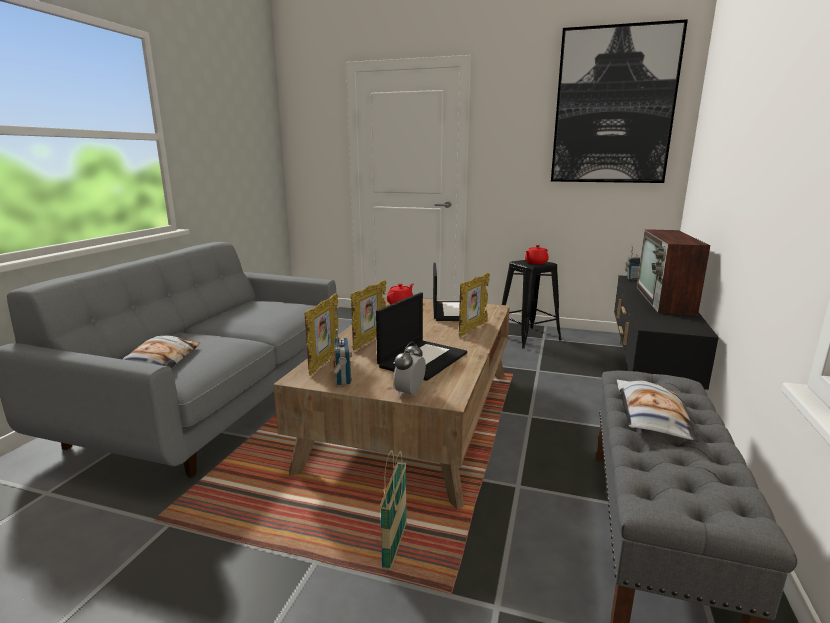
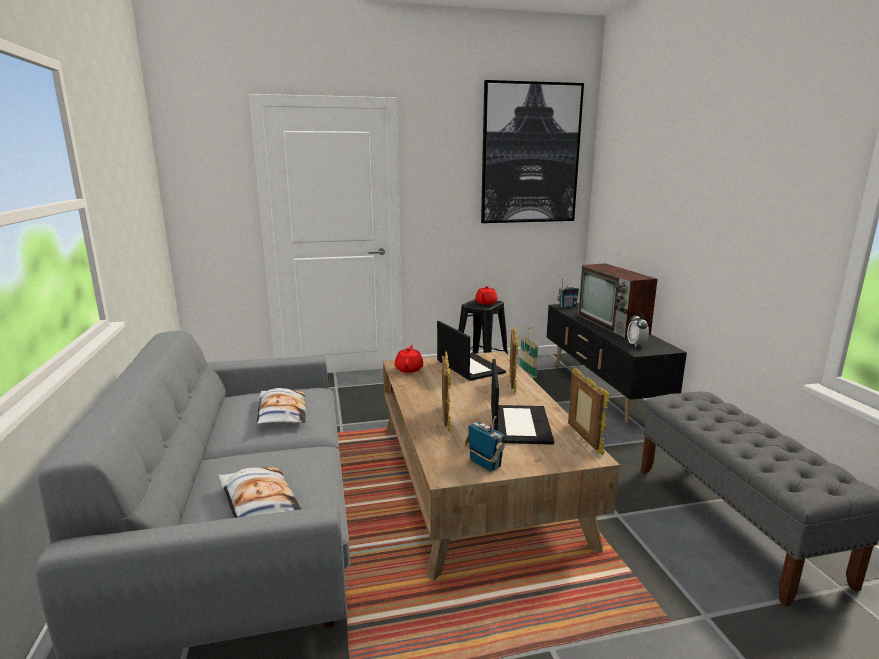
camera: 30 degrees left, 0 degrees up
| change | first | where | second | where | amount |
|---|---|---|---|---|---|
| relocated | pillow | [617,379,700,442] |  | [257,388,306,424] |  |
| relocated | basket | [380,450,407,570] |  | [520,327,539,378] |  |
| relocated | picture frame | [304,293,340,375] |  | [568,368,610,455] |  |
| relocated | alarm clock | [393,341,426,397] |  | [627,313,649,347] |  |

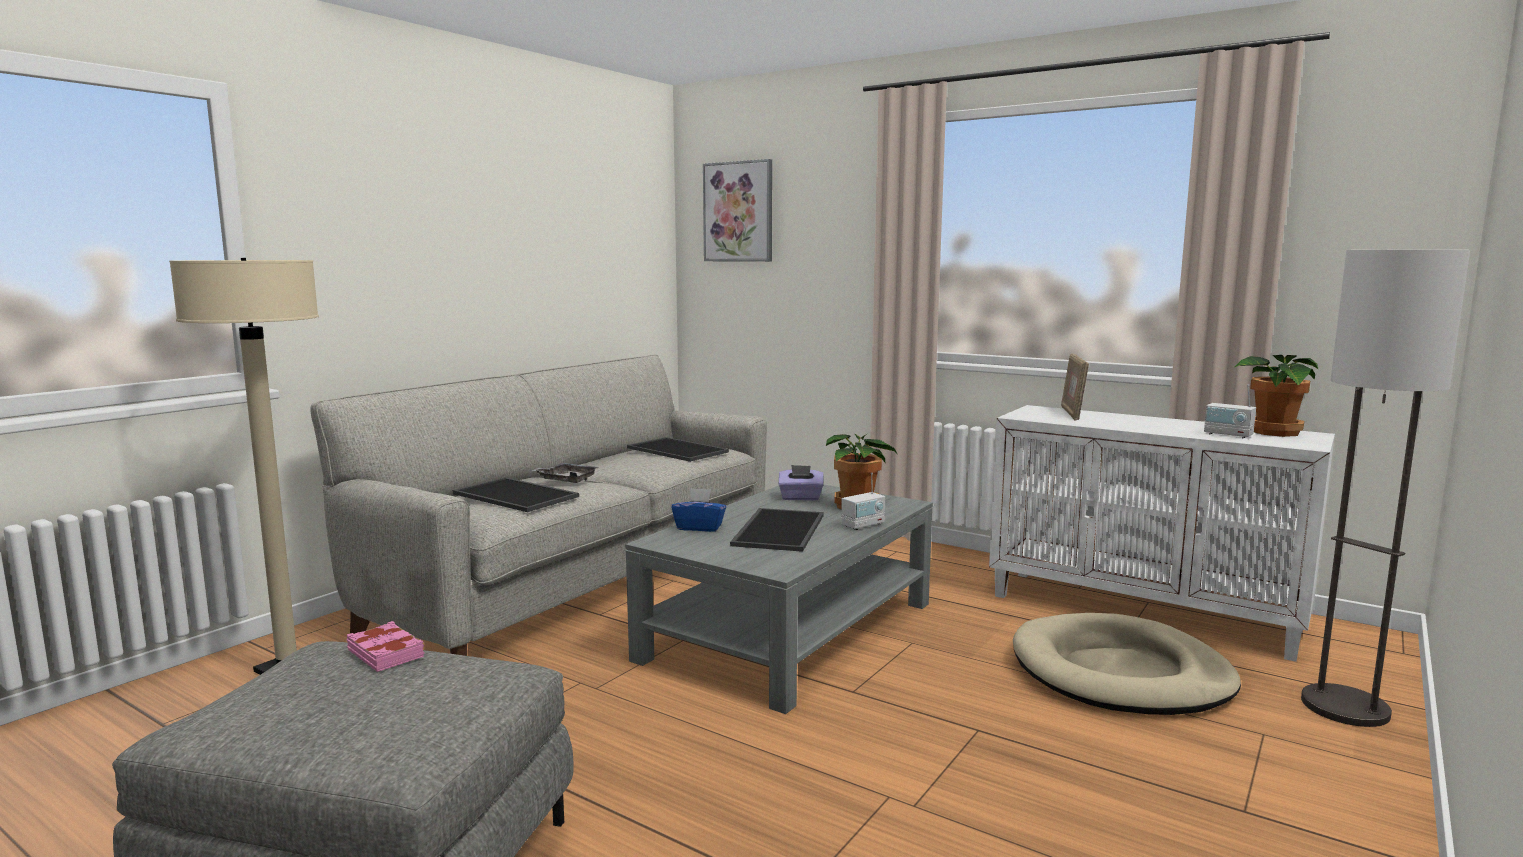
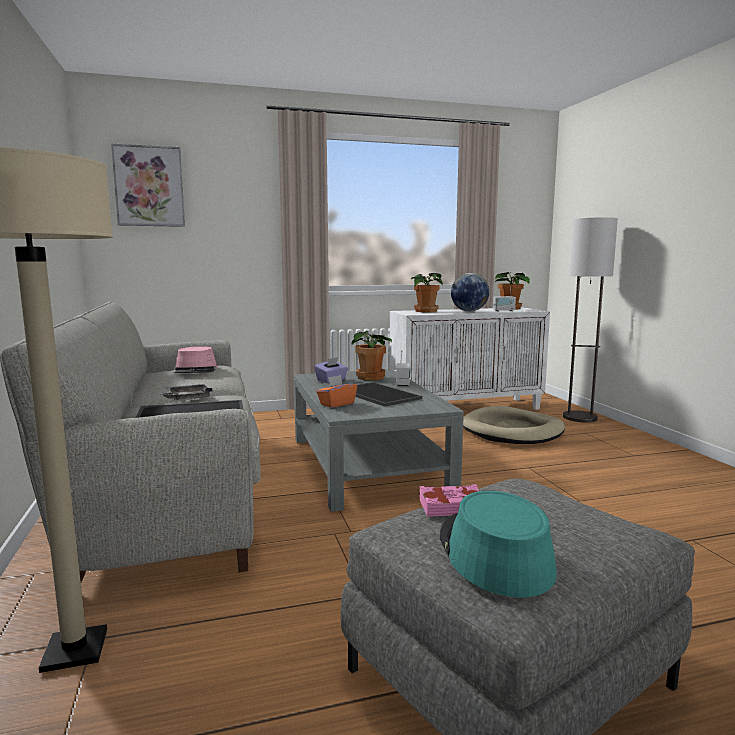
camera: 50 degrees left, 0 degrees up
| change | first | where | second | where | amount |
|---|---|---|---|---|---|
| exchanged | tray | [627,437,729,462] | pink hat | [174,346,217,373] |  |
| colour | blue tissue box | [671,488,726,532] | orange tissue box | [316,375,357,408] |  |
| exchanged | picture frame | [1061,353,1089,421] | potted plant | [411,273,443,312] |  |
| appeared |  |  | turquoise hat | [440,491,557,598] |  |
| appeared |  |  | globe | [451,273,489,312] |  |

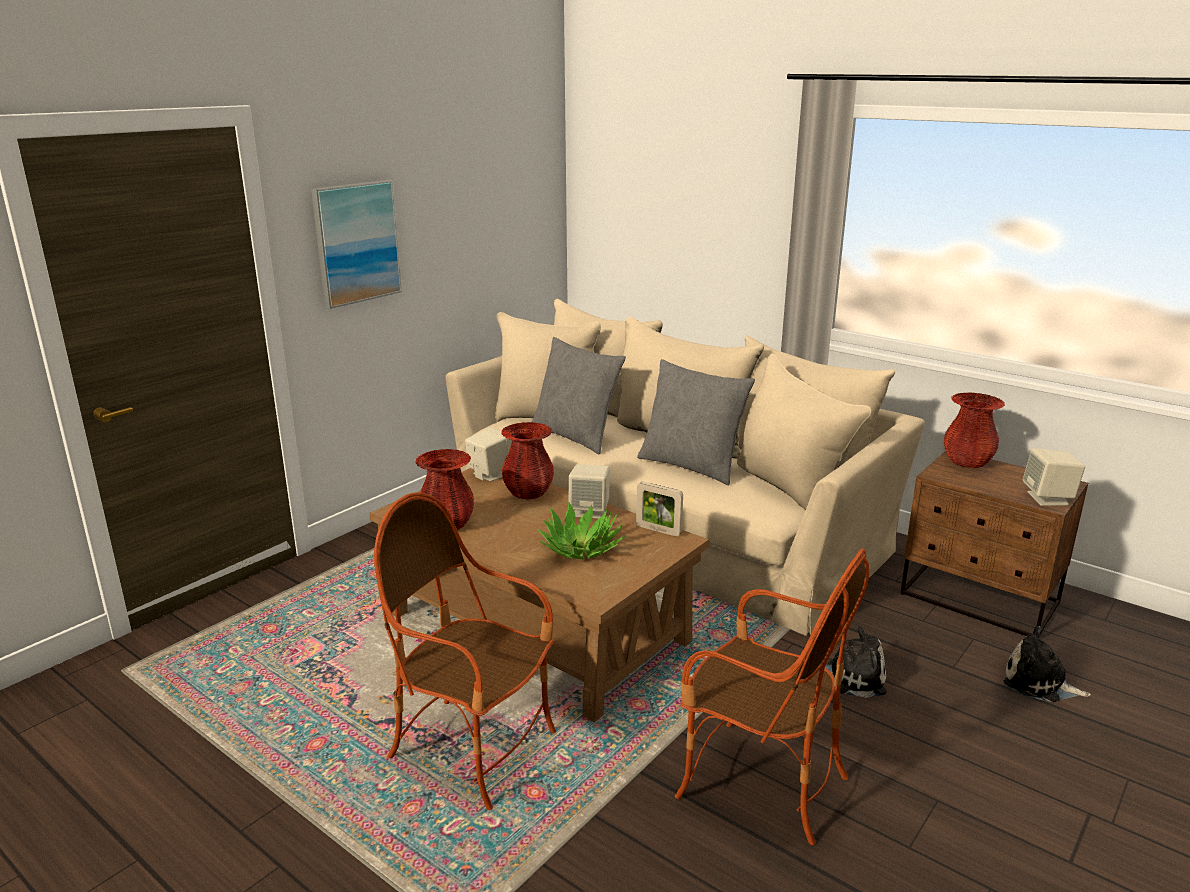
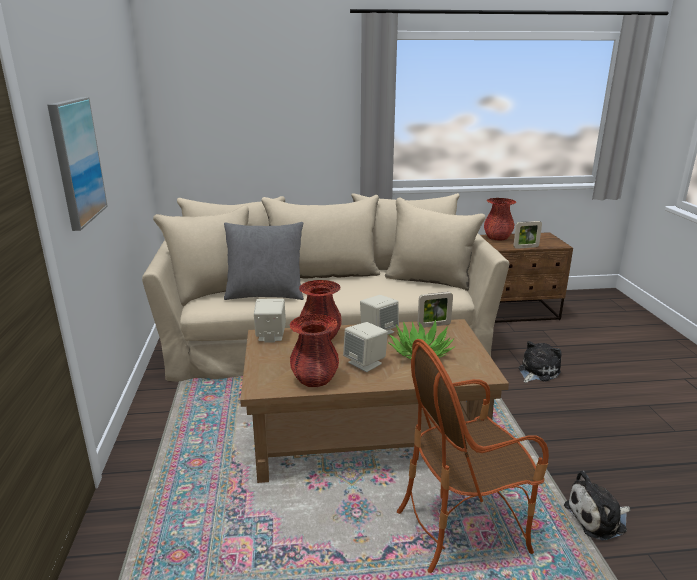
camera: 45 degrees left, 0 degrees up
| change | first | where | second | where | amount |
|---|---|---|---|---|---|
| relocated | beige speaker | [1023,448,1085,506] |  | [343,322,388,372] |  |
| appeared |  |  | picture frame | [513,221,542,249] |  |
| relocated | plush toy | [1004,626,1091,702] |  | [564,471,630,540] |  |
| missing | grey pillow | [637,359,755,485] |  |  |  |
| missing | armchair | [675,548,869,845] |  |  |  |

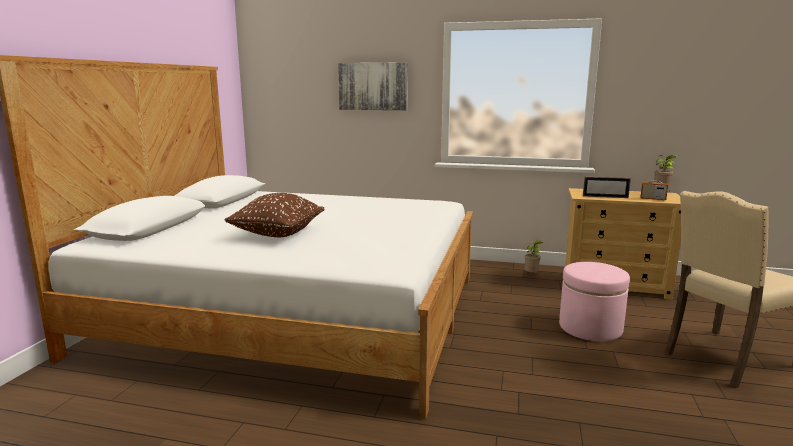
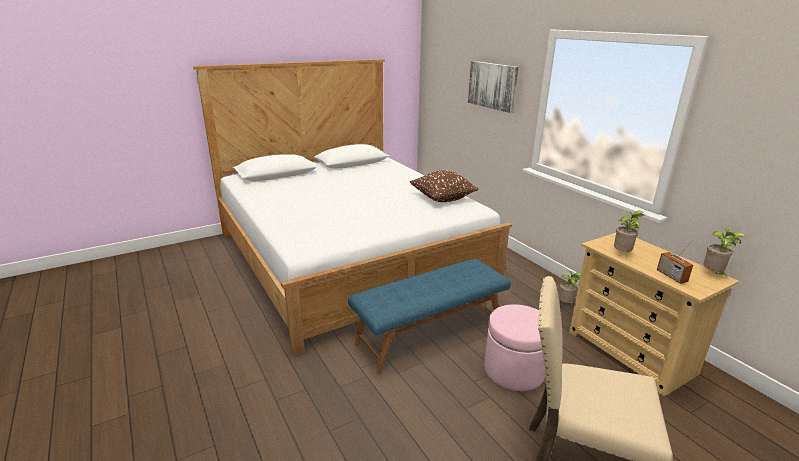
camera: 45 degrees right, 10 degrees up
| change | first | where | second | where | amount |
|---|---|---|---|---|---|
| appeared |  |  | blue bench | [348,259,511,374] |  |
| relocated | brown pillow | [224,193,325,237] |  | [410,171,478,202] |  |
| exchanged | picture frame | [583,177,631,198] | potted plant | [614,210,644,252] |  |

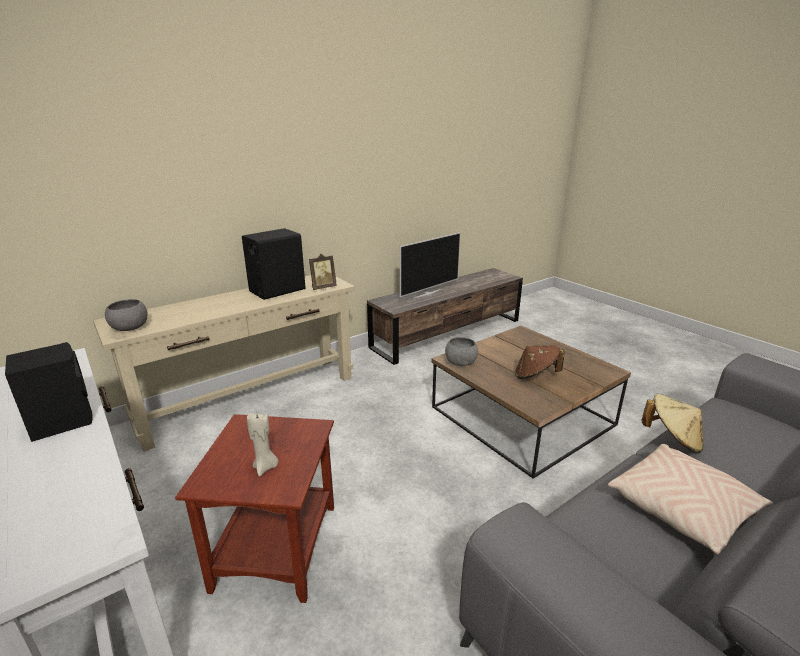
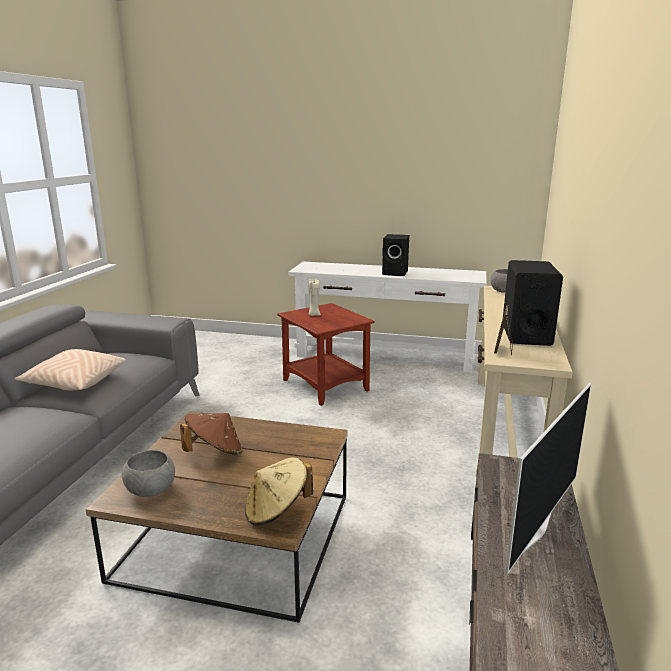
camera: 140 degrees right, 5 degrees down
| change | first | where | second | where | amount |
|---|---|---|---|---|---|
| relocated | grey bowl | [445,337,478,366] |  | [122,450,175,497] |  |
| relocated | beige hat | [641,394,703,453] |  | [245,457,313,526] |  |
| spun | television | [400,232,461,299] |  | [505,383,591,575] | 150 degrees counterclockwise |

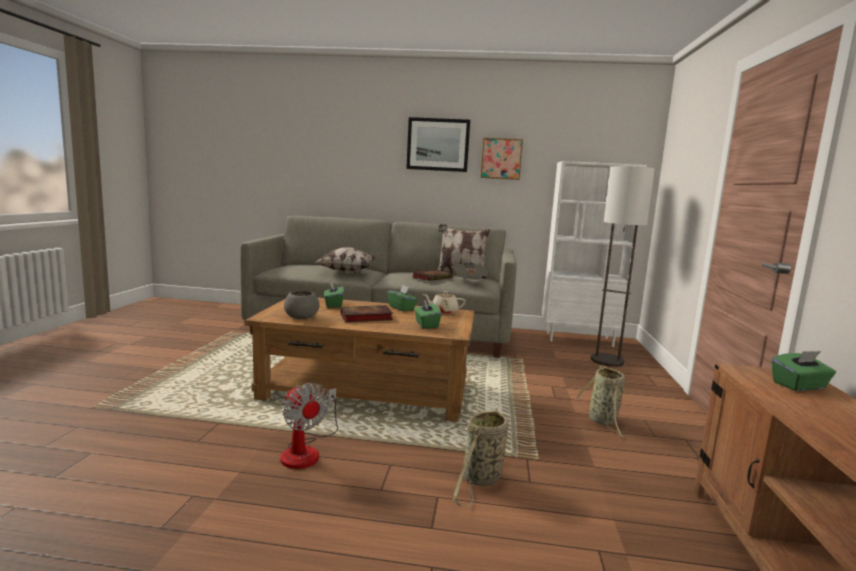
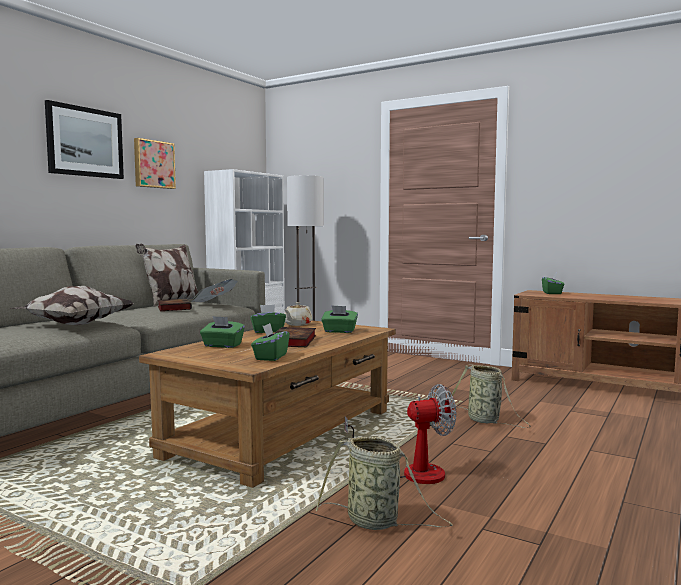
camera: 65 degrees left, 5 degrees down
| change | first | where | second | where | amount |
|---|---|---|---|---|---|
| exchanged | grey bowl | [284,291,320,319] | green tissue box | [251,323,290,361] |  |
| relocated | basket | [575,365,625,439] |  | [316,437,453,530] |  |

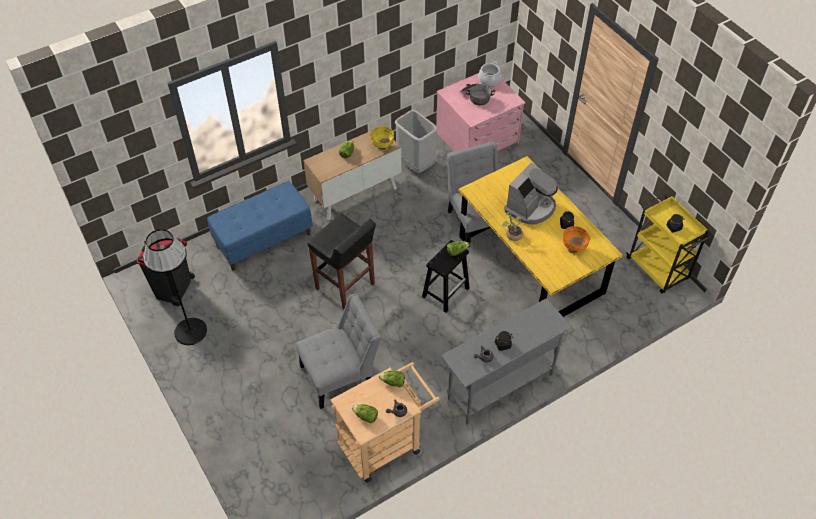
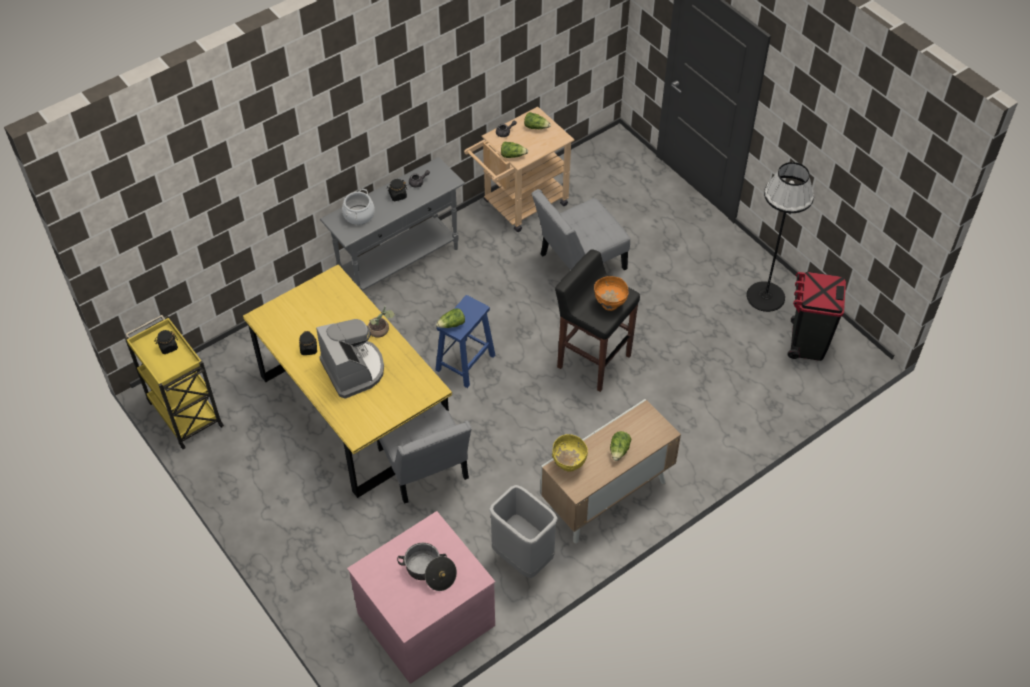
camera: 175 degrees right, 0 degrees up
| change | first | where | second | where | amount |
|---|---|---|---|---|---|
| spun | coffee machine | [504,162,558,224] |  | [316,319,384,399] | 120 degrees clockwise |
| relocated | cooking pot | [478,61,501,86] |  | [342,189,375,225] |  |
| colour | black stool | [422,240,470,313] | blue stool | [436,295,495,388] |  |
| relocated | orange bowl | [563,226,590,254] |  | [594,276,629,311] |  |
| missing | blue bench | [207,181,313,271] |  |  |  |

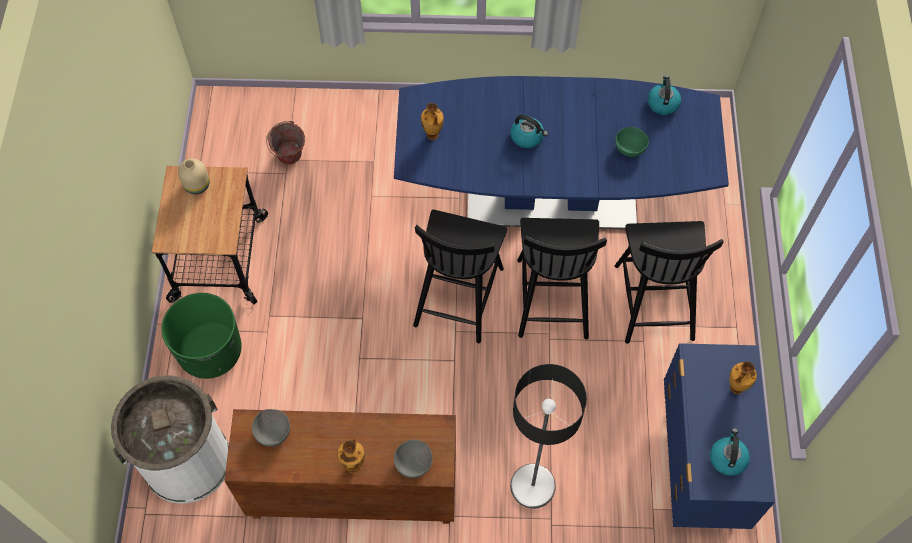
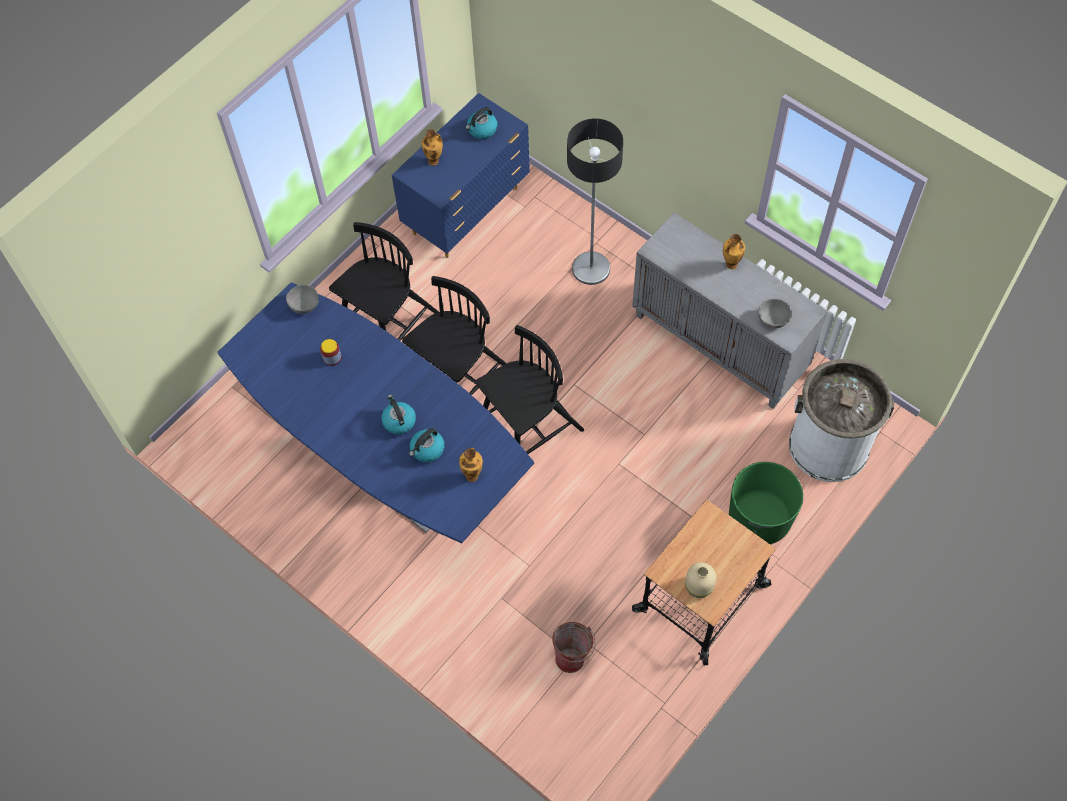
camera: 140 degrees left, 0 degrees up
| change | first | where | second | where | amount |
|---|---|---|---|---|---|
| relocated | grey bowl | [394,440,433,478] |  | [286,285,319,314] |  |
| exchanged | green bowl | [615,127,649,157] | jar | [320,339,341,365] |  |
| relocated | kettle | [647,75,681,115] |  | [409,428,445,462] |  |
| colour | brown cabinet | [224,409,456,524] | grey cabinet | [632,213,828,409] |  |

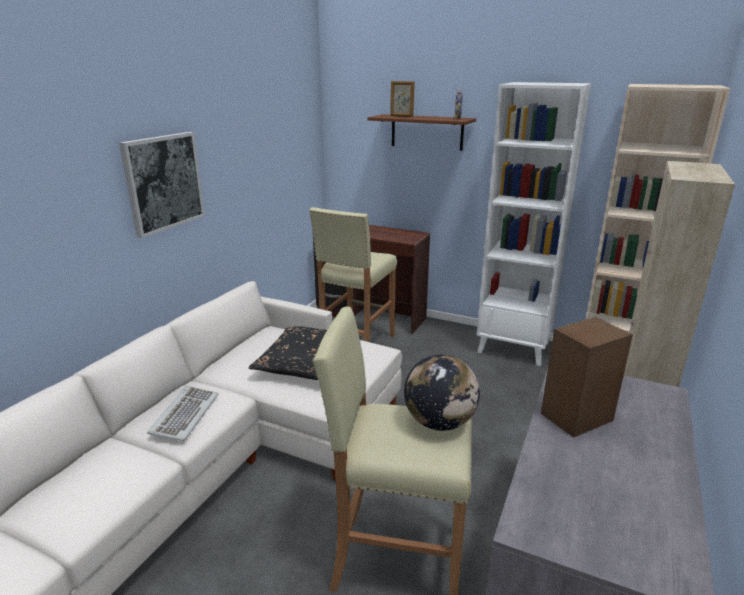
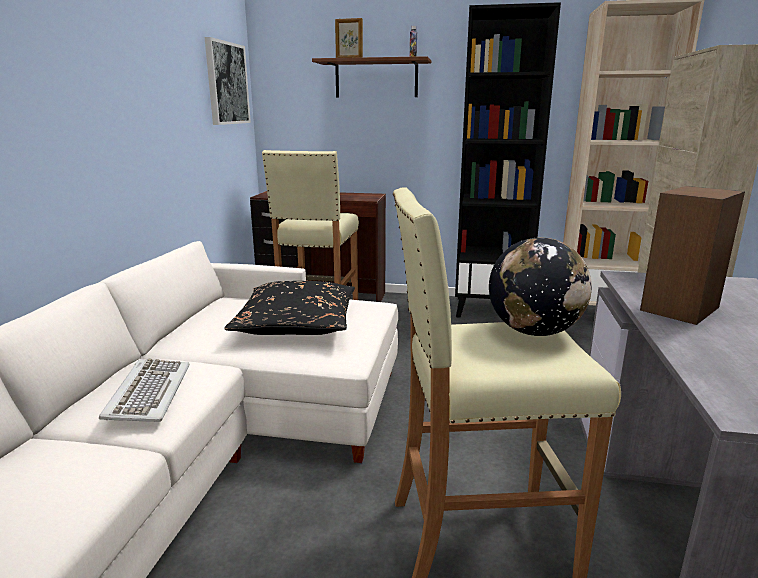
camera: 15 degrees left, 5 degrees down
| change | first | where | second | where | amount |
|---|---|---|---|---|---|
| relocated | picture | [119,132,205,238] |  | [204,37,251,125] |  |
| colour | white bookcase | [477,82,591,366] | black bookcase | [455,2,561,318] |  |

